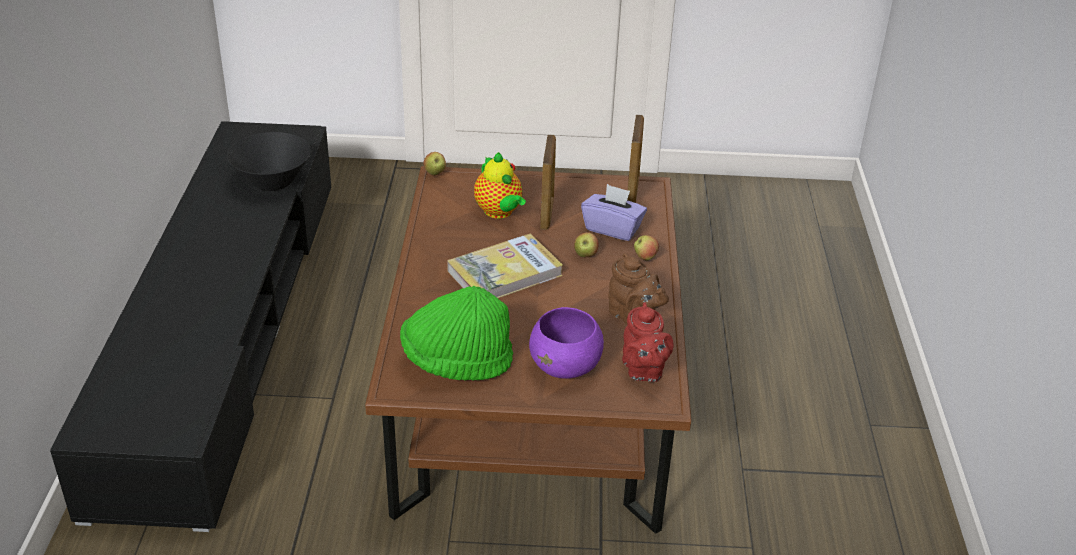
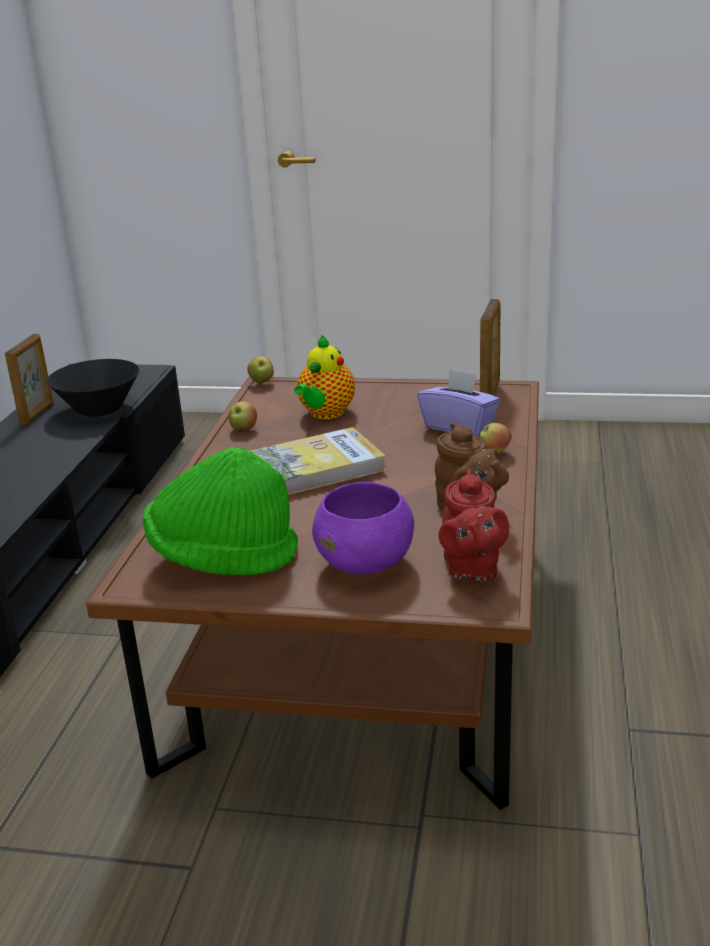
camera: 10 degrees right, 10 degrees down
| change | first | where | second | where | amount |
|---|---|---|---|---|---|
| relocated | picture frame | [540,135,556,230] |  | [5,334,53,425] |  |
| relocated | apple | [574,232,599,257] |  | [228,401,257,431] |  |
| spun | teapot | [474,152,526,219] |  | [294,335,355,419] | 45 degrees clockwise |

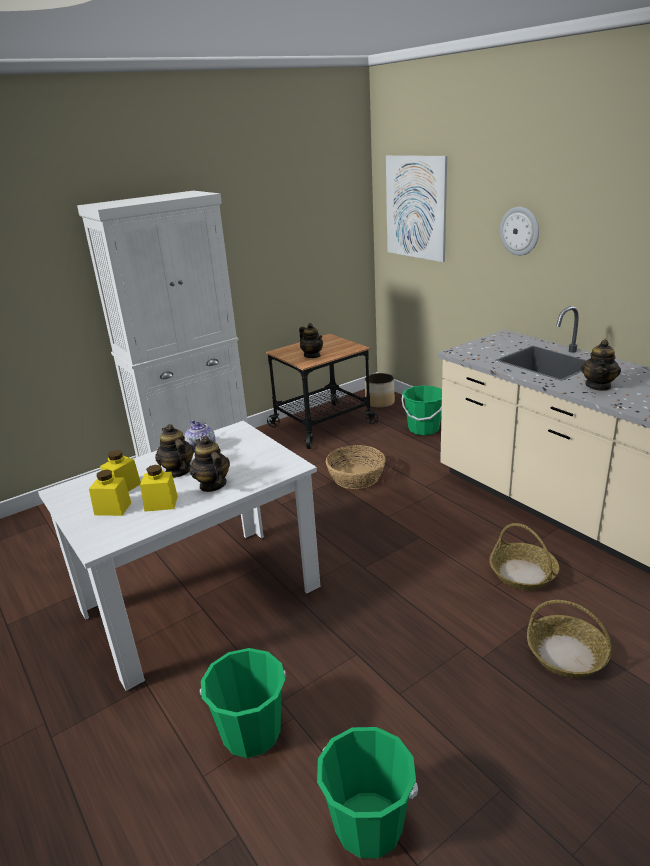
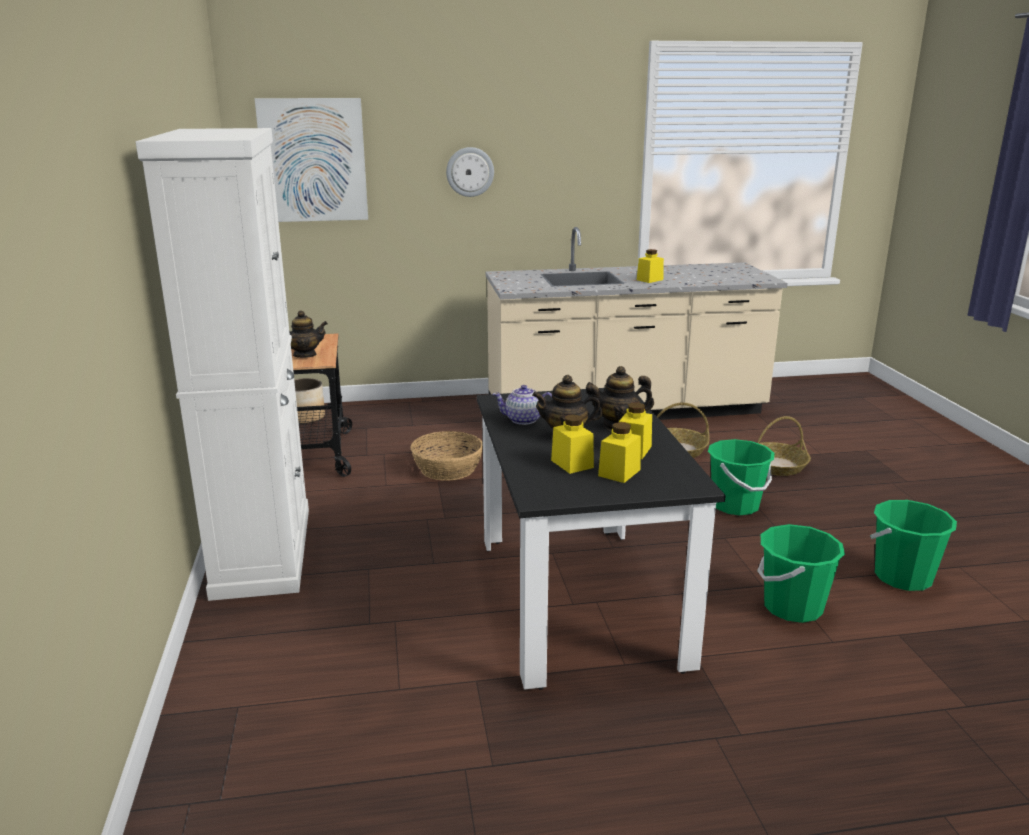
camera: 65 degrees left, 5 degrees down
| change | first | where | second | where | amount |
|---|---|---|---|---|---|
| colour | white dining table | [38,421,320,691] | black dining table | [477,388,726,690] |  |
| exchanged | teapot | [581,339,621,391] | yellow jar | [637,249,664,283] |  |
| relocated | green bucket | [401,385,442,435] |  | [708,439,775,515] |  |

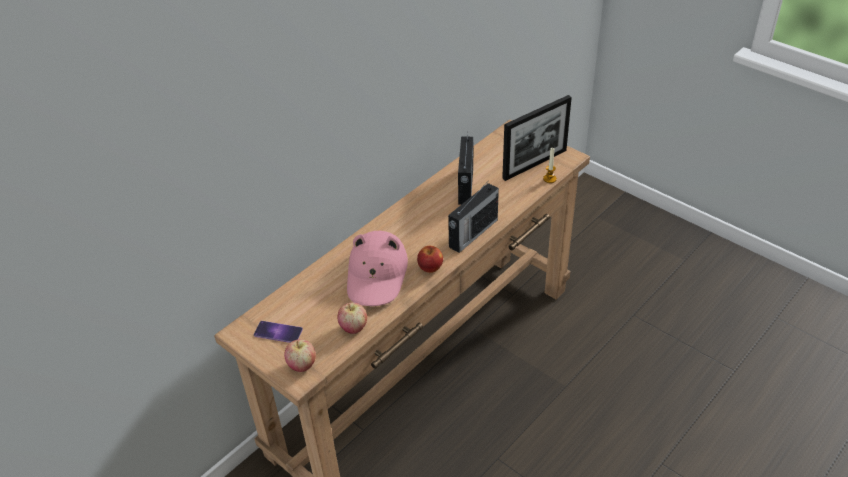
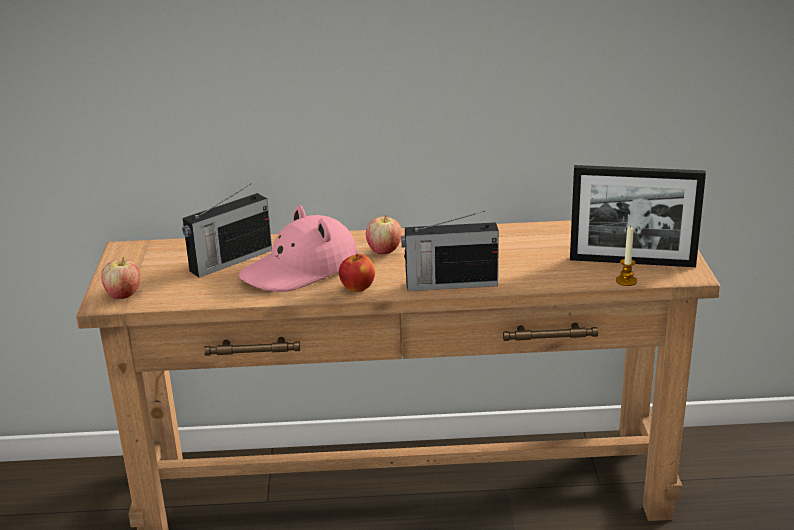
camera: 45 degrees right, 15 degrees down
| change | first | where | second | where | amount |
|---|---|---|---|---|---|
| relocated | radio | [458,132,474,205] |  | [182,184,272,278] |  |
| relocated | apple | [338,303,367,334] |  | [366,214,402,254] |  |
| missing | phone | [254,321,303,343] |  |  |  |

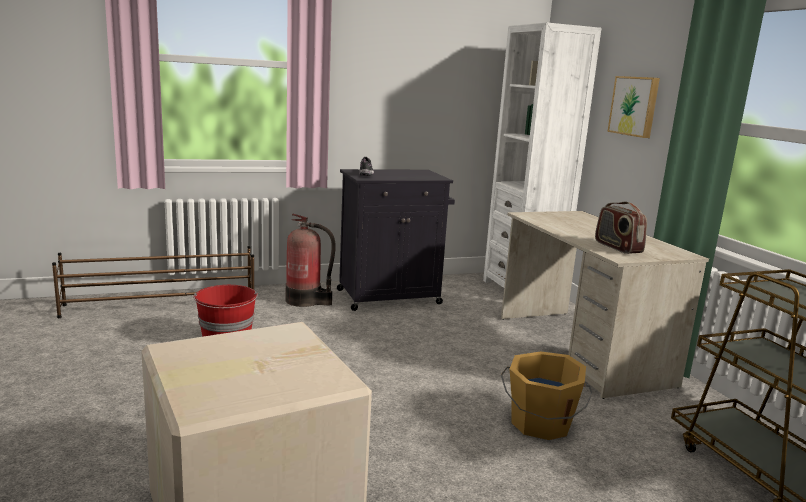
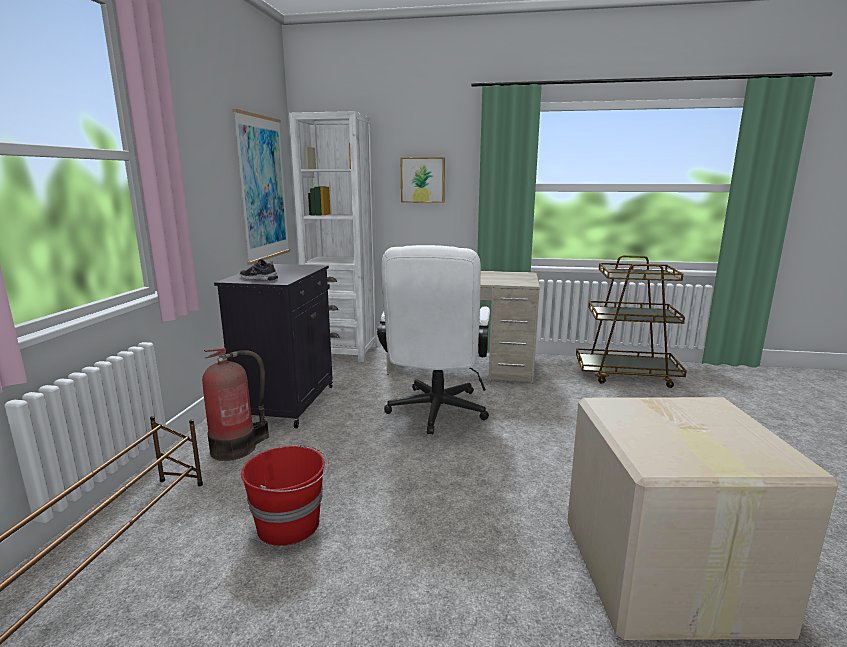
camera: 60 degrees left, 0 degrees up
| change | first | where | second | where | amount |
|---|---|---|---|---|---|
| appeared |  |  | picture | [232,109,290,265] |  |
| appeared |  |  | white office chair | [377,245,490,434] |  |
| missing | orange bucket | [501,351,593,440] |  |  |  |
| missing | radio | [595,201,647,254] |  |  |  |

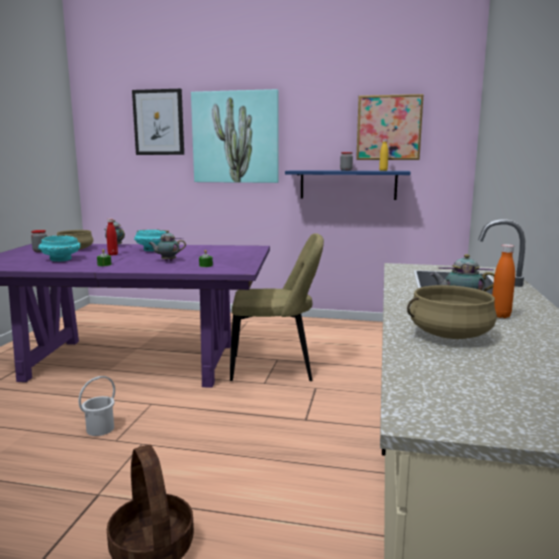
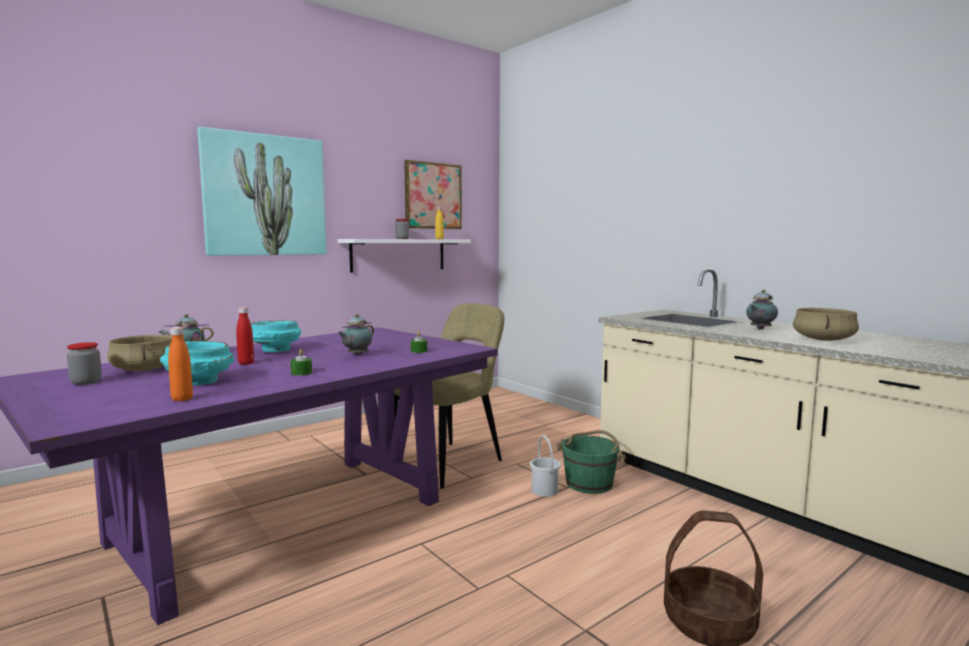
camera: 50 degrees left, 5 degrees down
| change | first | where | second | where | amount |
|---|---|---|---|---|---|
| relocated | orange bottle | [492,244,515,318] |  | [168,327,193,401] |  |
| colour | blue shelf | [285,170,410,200] | white shelf | [337,239,471,272] |  |
| relocated | white bucket | [79,376,115,436] |  | [530,435,561,497] |  |
| appeared |  |  | green bucket | [556,430,626,494] |  |
| missing | picture | [132,89,184,155] |  |  |  |

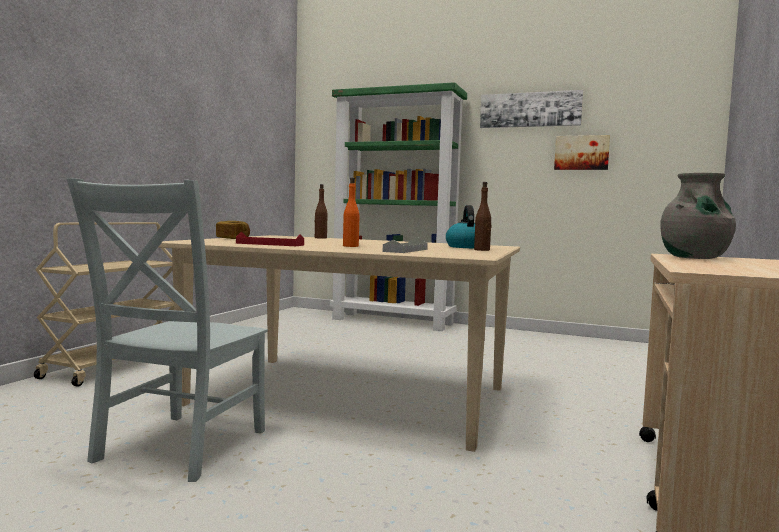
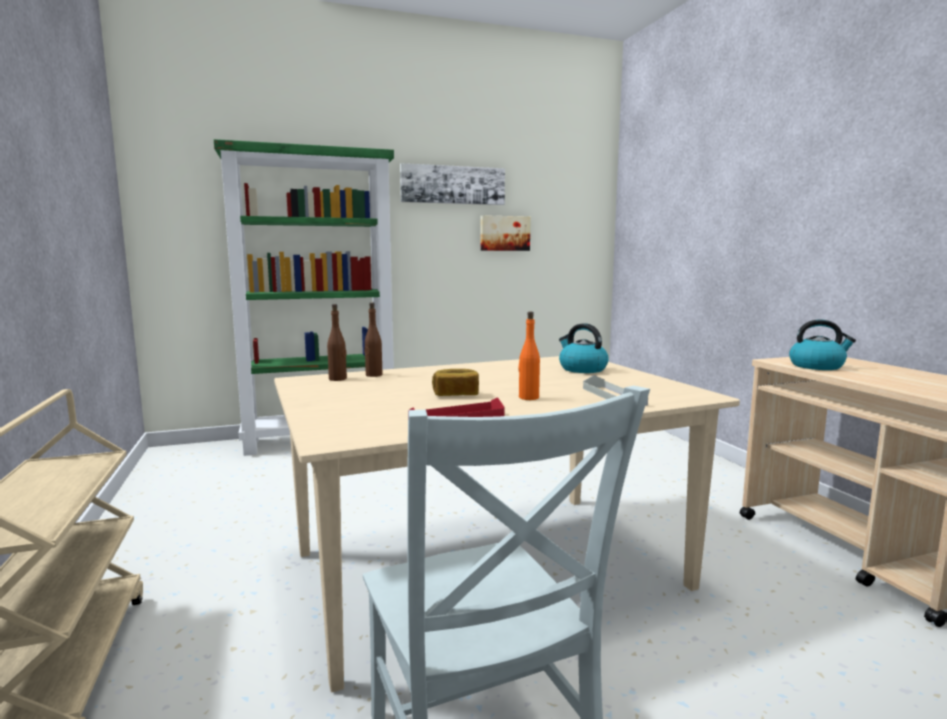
camera: 40 degrees left, 5 degrees up
| change | first | where | second | where | amount |
|---|---|---|---|---|---|
| relocated | brown bottle | [474,182,491,251] |  | [327,304,347,381] |  |
| relocated | bread | [216,221,250,239] |  | [432,369,479,396] |  |
| exchanged | grey vase | [660,173,736,259] | kettle | [789,319,856,370] |  |

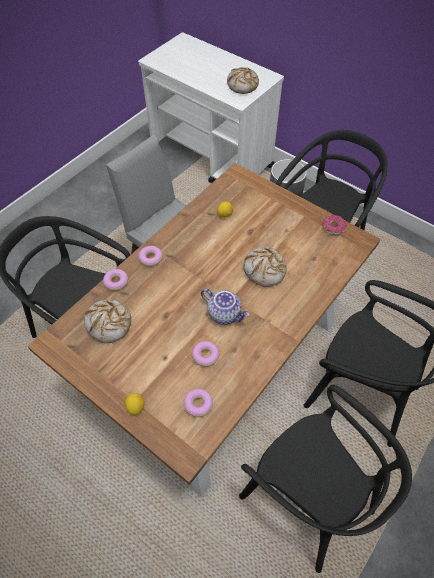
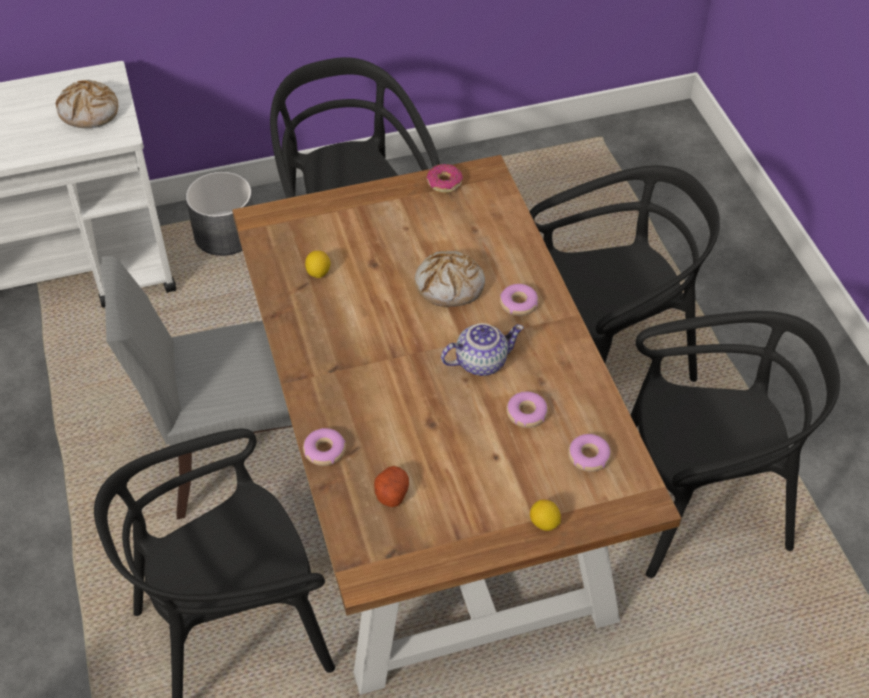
camera: 55 degrees left, 5 degrees down
| change | first | where | second | where | amount |
|---|---|---|---|---|---|
| exchanged | bread | [84,299,131,343] | potato | [374,466,409,507] |  |
| relocated | donut | [138,246,163,267] |  | [500,284,539,316] |  |

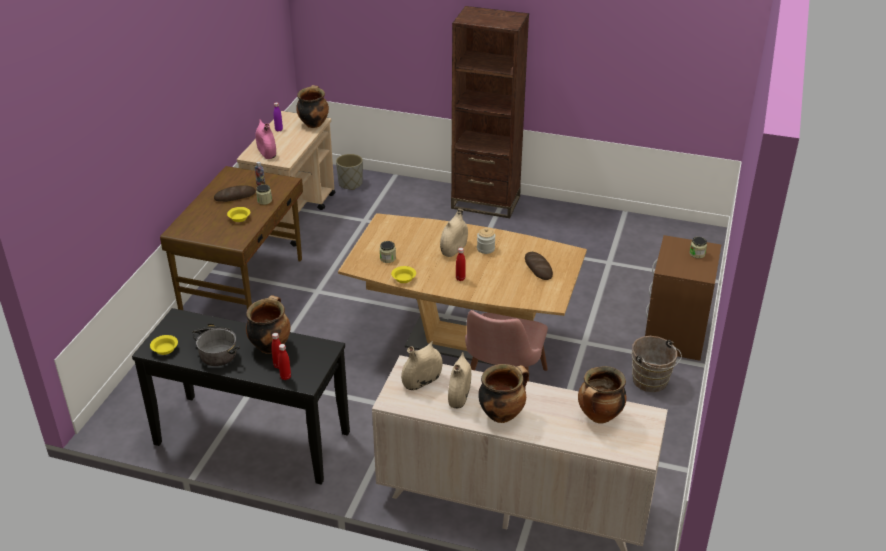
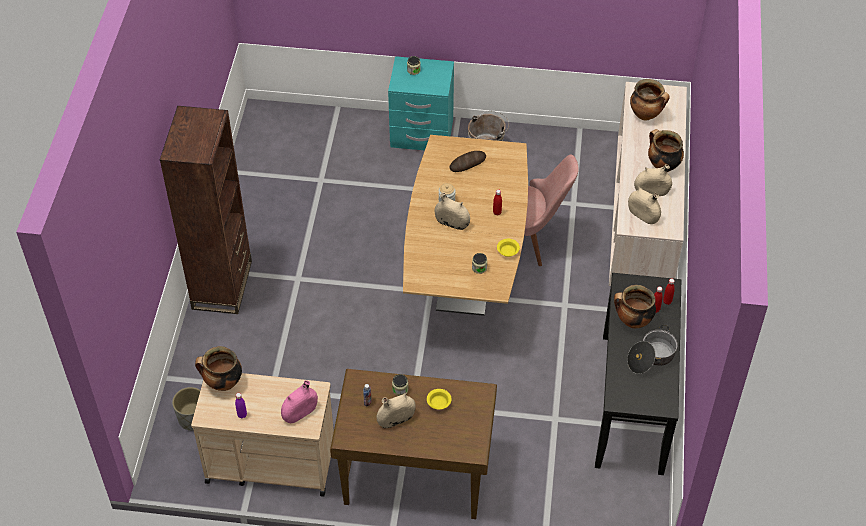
camera: 100 degrees left, 15 degrees up
| change | first | where | second | where | amount |
|---|---|---|---|---|---|
| exchanged | bread | [214,185,256,202] | beige vase | [377,392,416,428] |  |
| colour | brown nightstand | [645,235,721,361] | turquoise nightstand | [388,56,454,150] |  |
| missing | yellow bowl | [150,335,178,355] |  |  |  |

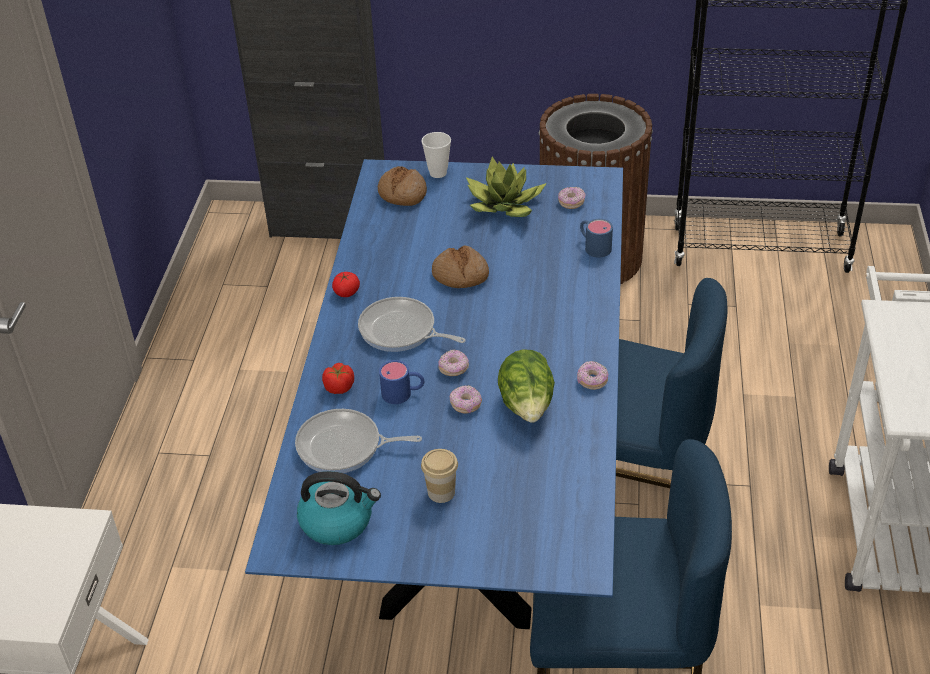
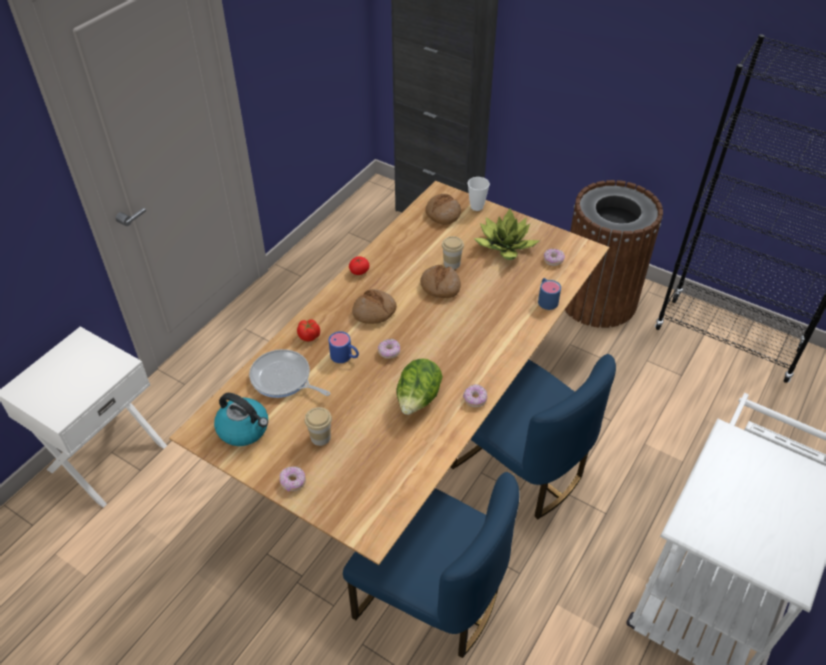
camera: 25 degrees right, 5 degrees up
| change | first | where | second | where | amount |
|---|---|---|---|---|---|
| colour | blue dining table | [245,159,623,629] | brown dining table | [169,181,609,565] |  |
| relocated | donut | [449,385,482,414] |  | [280,467,306,492] |  |
| exchanged | frying pan | [358,297,466,352] | bread | [352,289,397,324] |  |
| appeared |  |  | cup | [442,236,464,270] |  |

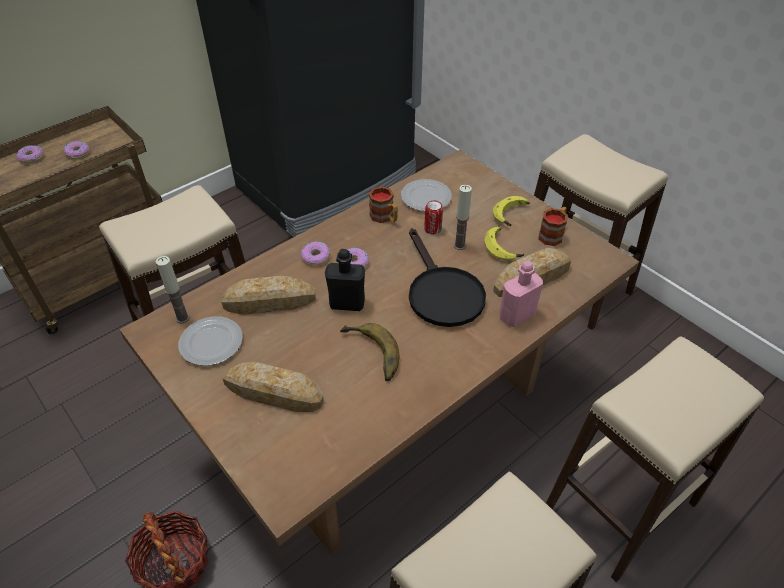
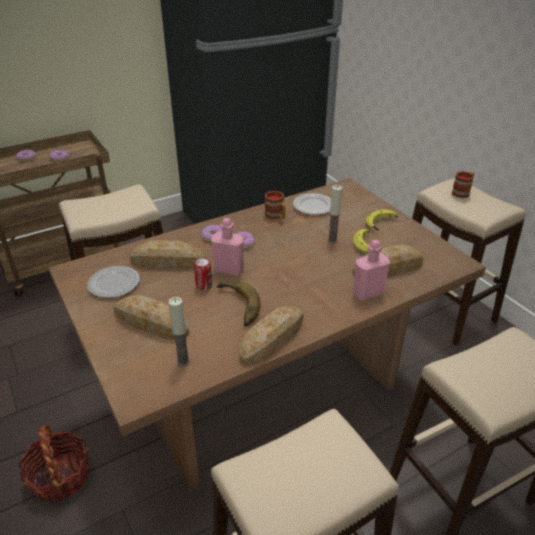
camera: 10 degrees right, 10 degrees down
| change | first | where | second | where | amount |
|---|---|---|---|---|---|
| relocated | candle | [156,256,190,323] |  | [168,297,190,367] |  |
| relocated | can | [424,201,443,234] |  | [194,258,212,290] |  |
| colour | black bottle | [325,249,365,311] | pink bottle | [211,218,244,276] |  |
| appeared |  |  | bread | [239,306,304,365] |  |
| relocated | mug | [538,207,568,246] |  | [451,171,474,198] |  |
| missing | black frying pan | [409,228,486,327] |  |  |  |

